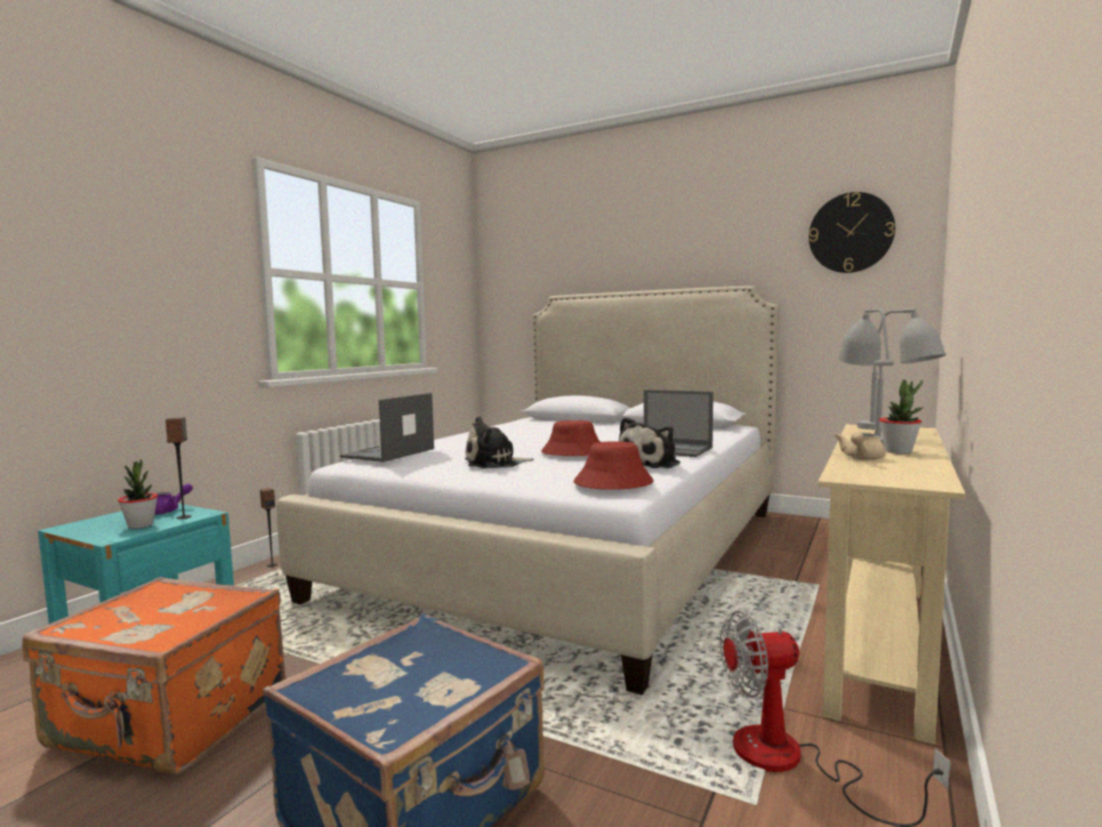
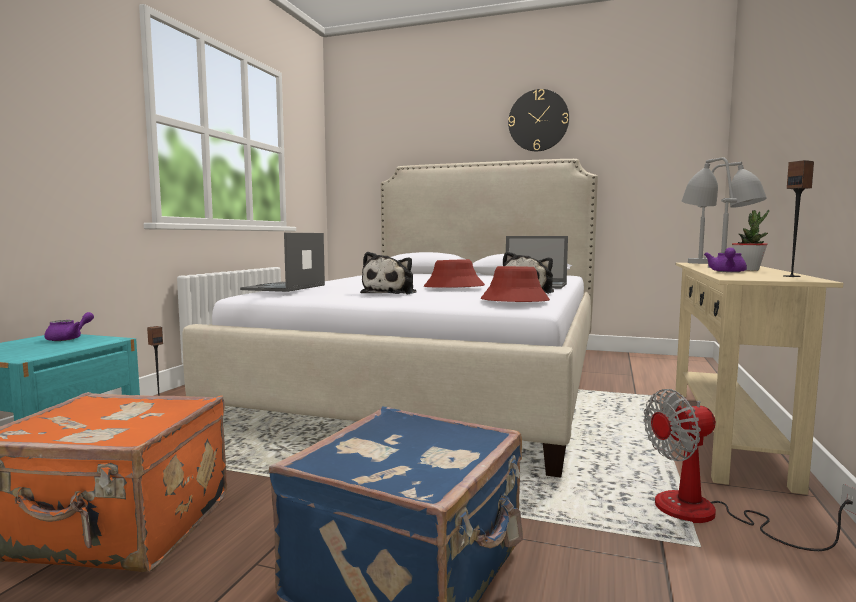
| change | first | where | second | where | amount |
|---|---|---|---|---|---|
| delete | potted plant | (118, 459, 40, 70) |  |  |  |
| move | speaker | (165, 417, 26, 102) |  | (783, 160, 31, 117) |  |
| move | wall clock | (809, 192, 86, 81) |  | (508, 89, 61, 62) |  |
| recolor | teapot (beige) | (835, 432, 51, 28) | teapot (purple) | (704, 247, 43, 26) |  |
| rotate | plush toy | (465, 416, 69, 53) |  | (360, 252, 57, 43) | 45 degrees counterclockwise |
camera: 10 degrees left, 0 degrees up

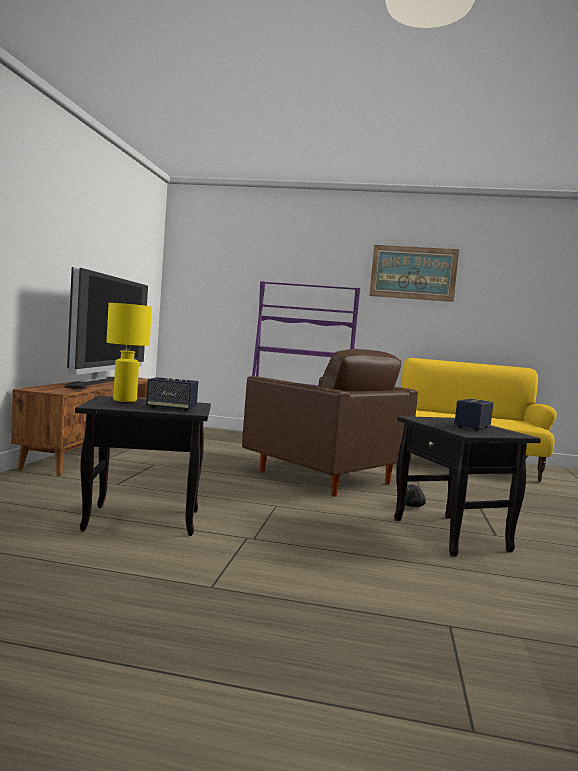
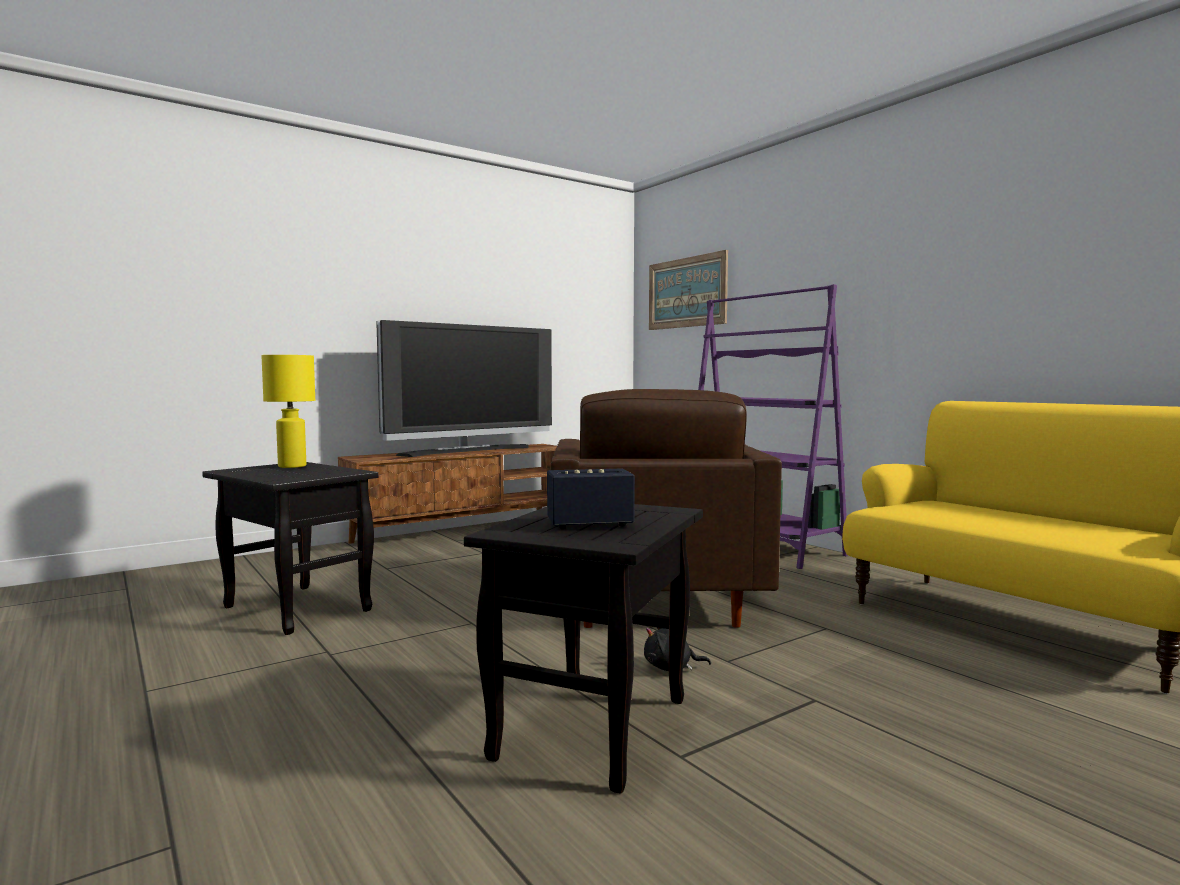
| change | first | where | second | where | amount |
|---|---|---|---|---|---|
| delete | speaker | (146, 377, 52, 35) |  |  |  |
| move | picture | (369, 245, 90, 57) |  | (649, 250, 79, 80) |  |
camera: 45 degrees right, 0 degrees up

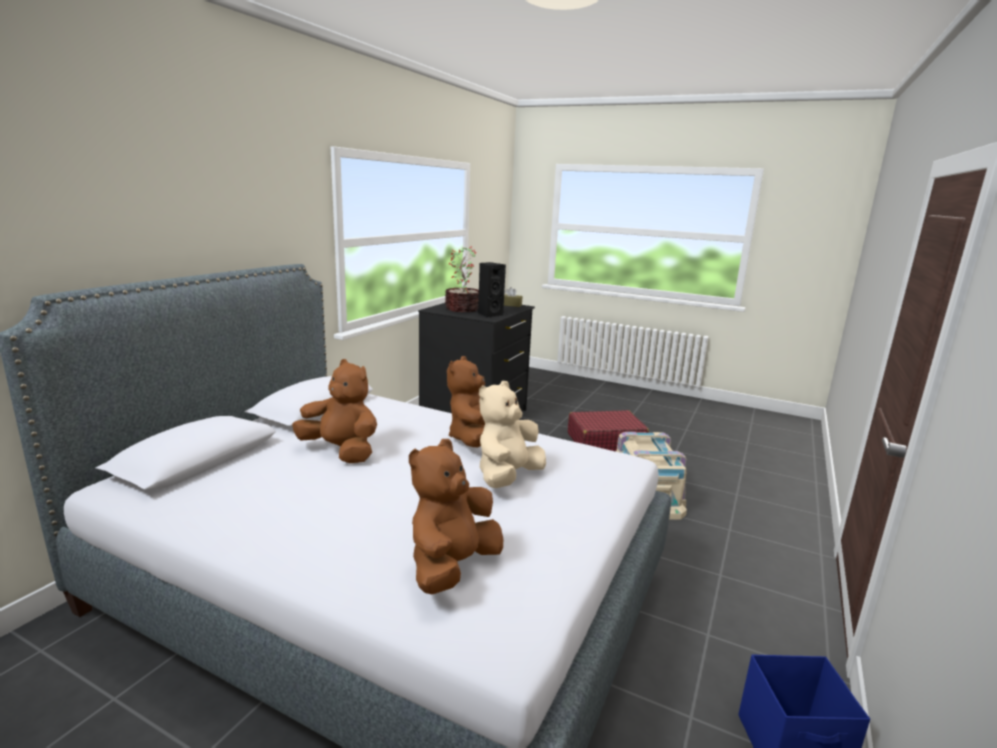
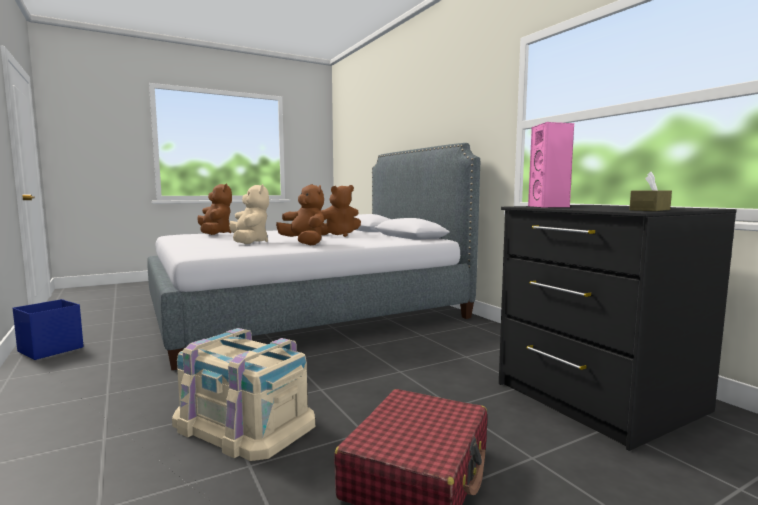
| change | first | where | second | where | amount |
|---|---|---|---|---|---|
| delete | potted plant | (445, 246, 34, 66) |  |  |  |
| recolor | speaker (black) | (478, 262, 28, 56) | speaker (pink) | (528, 122, 46, 85) |  |
camera: 125 degrees right, 10 degrees down

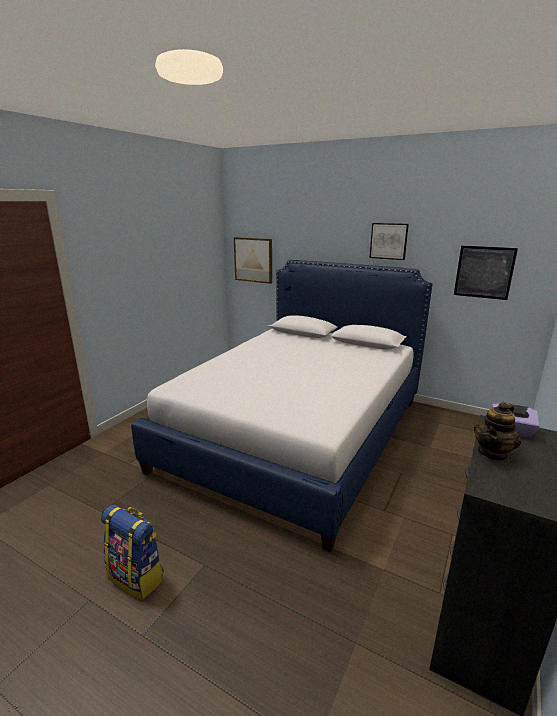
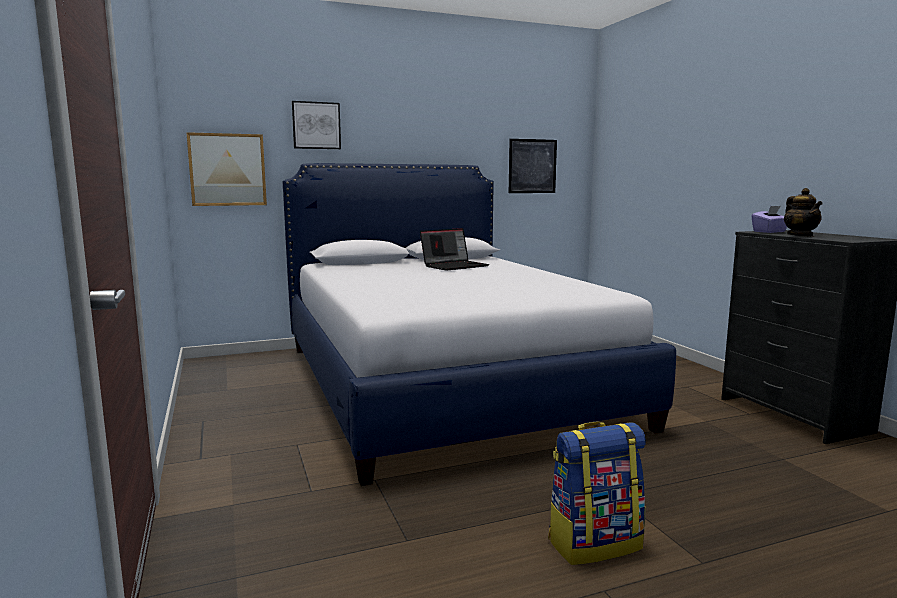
| change | first | where | second | where | amount |
|---|---|---|---|---|---|
| insert |  |  | laptop | (420, 228, 69, 43) |  |
| move | picture | (370, 223, 39, 37) |  | (292, 101, 49, 48) |  |
camera: 50 degrees left, 10 degrees down

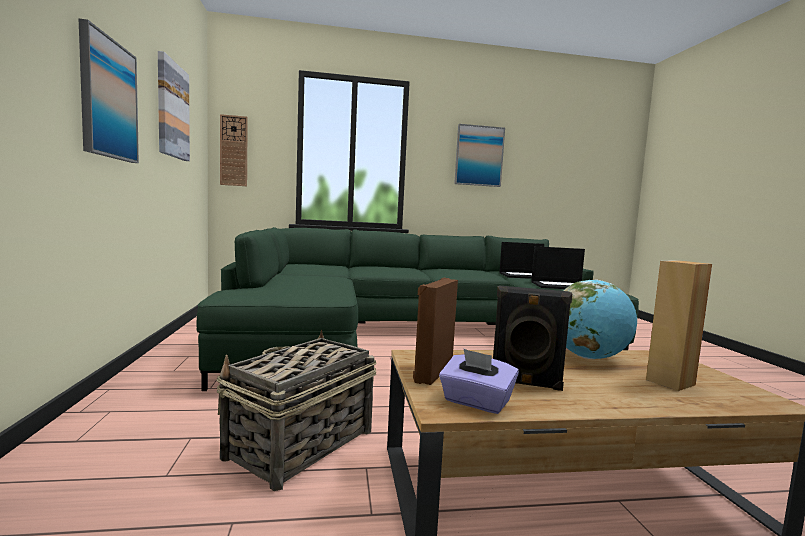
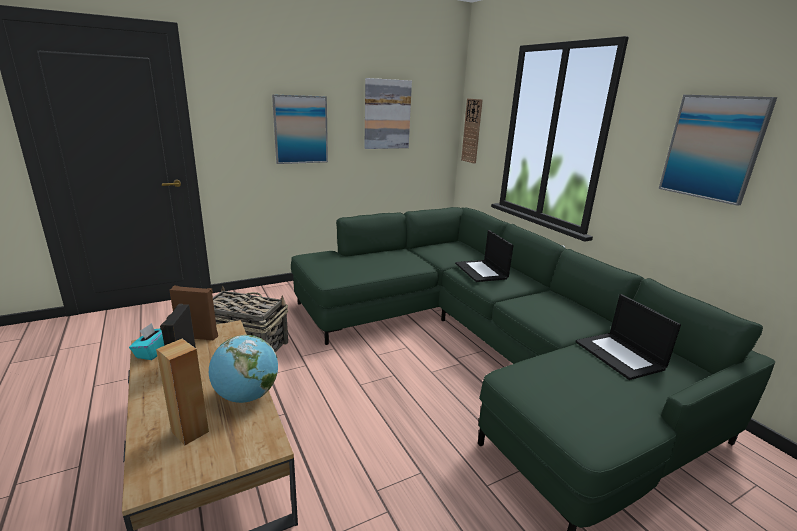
| change | first | where | second | where | amount |
|---|---|---|---|---|---|
| move | laptop | (531, 246, 54, 43) |  | (455, 230, 59, 52) |  |
| recolor | tissue box (purple) | (439, 348, 80, 66) | tissue box (turquoise) | (129, 323, 35, 37) |  |
camera: 70 degrees right, 15 degrees up

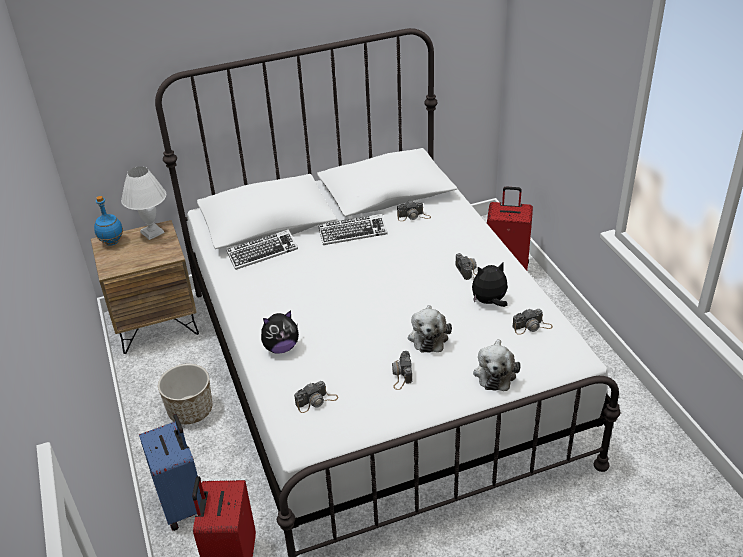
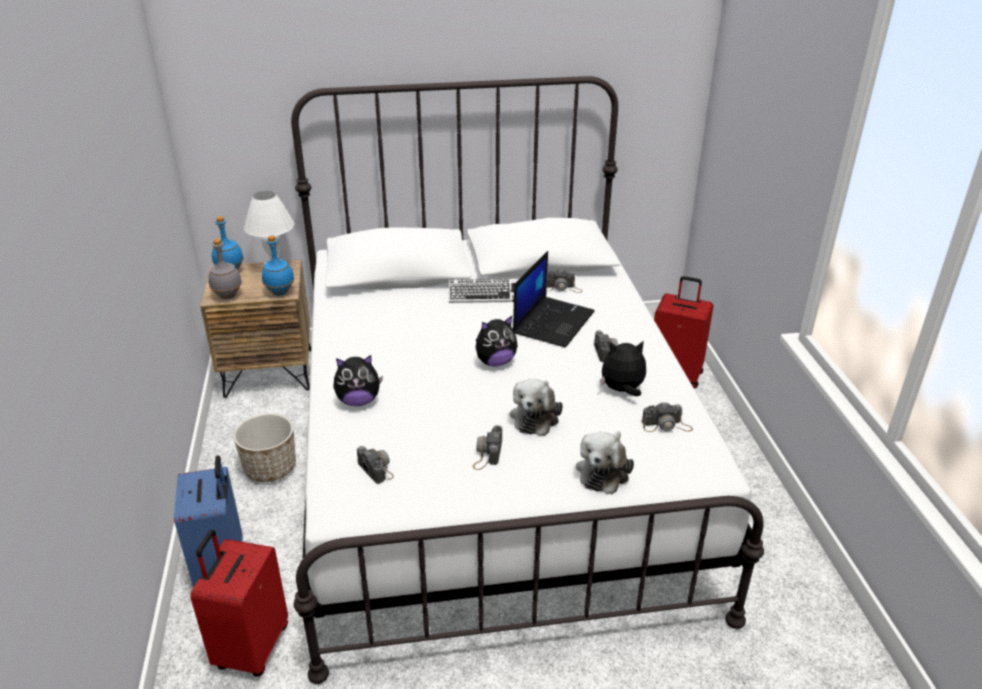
| change | first | where | second | where | amount |
|---|---|---|---|---|---|
| delete | keyboard | (226, 229, 72, 41) |  |  |  |
| insert |  |  | bottle (grey) | (208, 239, 34, 60) |  |
| insert |  |  | bottle (blue) | (262, 236, 32, 60) |  |
| insert |  |  | plush toy | (476, 316, 42, 51) |  |
| insert |  |  | laptop | (513, 251, 82, 97) |  |
| rotate | photo camera | (294, 381, 44, 32) |  | (357, 446, 37, 38) | 105 degrees counterclockwise |
camera: 10 degrees right, 5 degrees down

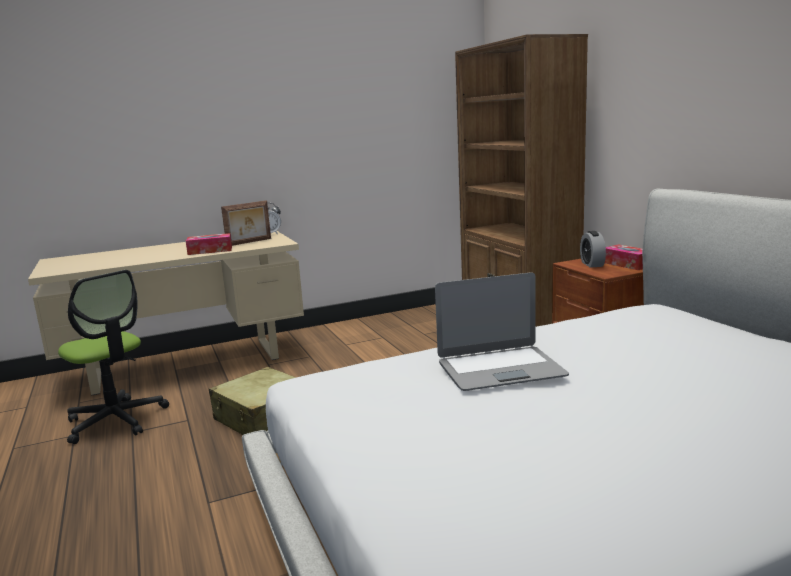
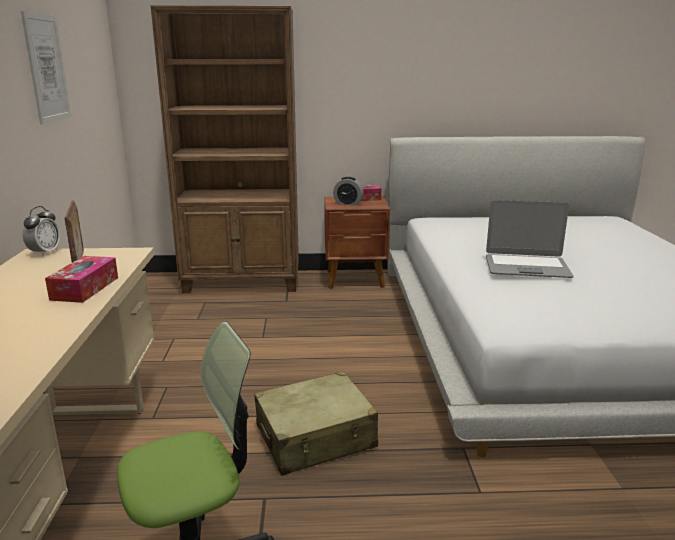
| change | first | where | second | where | amount |
|---|---|---|---|---|---|
| insert |  |  | picture | (21, 11, 50, 113) |  |
| rotate | laptop | (435, 272, 134, 119) |  | (486, 200, 88, 78) | 90 degrees clockwise |
camera: 70 degrees left, 5 degrees up

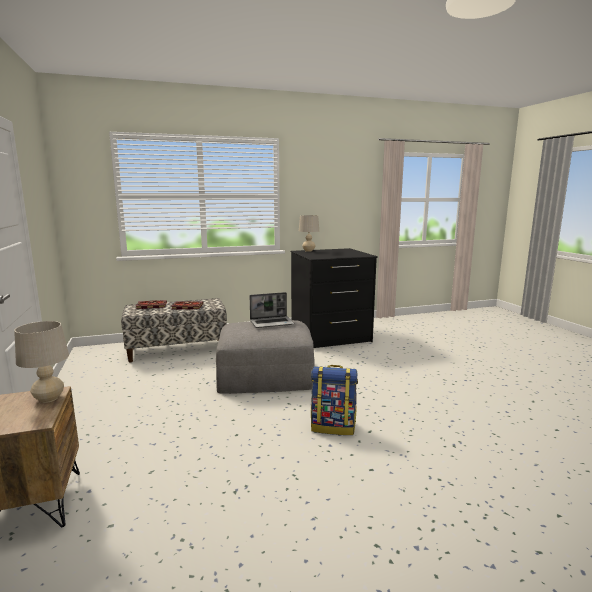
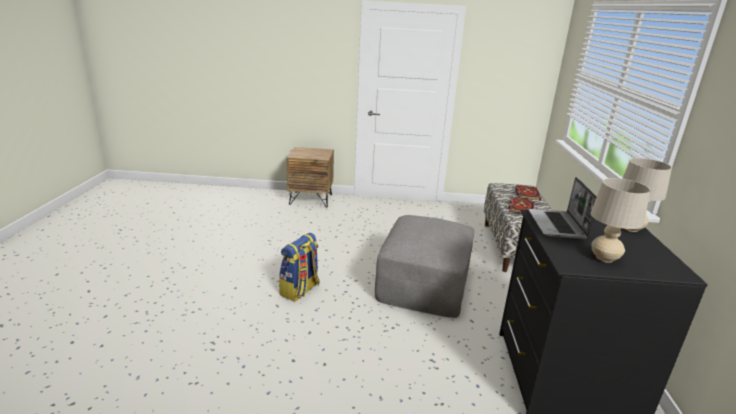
| change | first | where | second | where | amount |
|---|---|---|---|---|---|
| move | table lamp (beige) | (14, 321, 55, 82) |  | (591, 178, 60, 85) |  |
| move | laptop | (250, 292, 44, 36) |  | (528, 177, 69, 62) |  |
camera: 110 degrees right, 10 degrees up

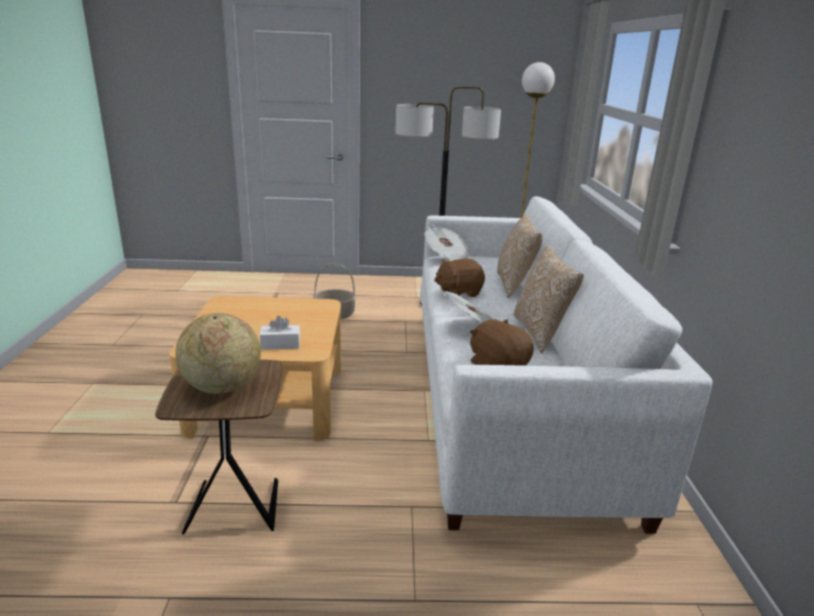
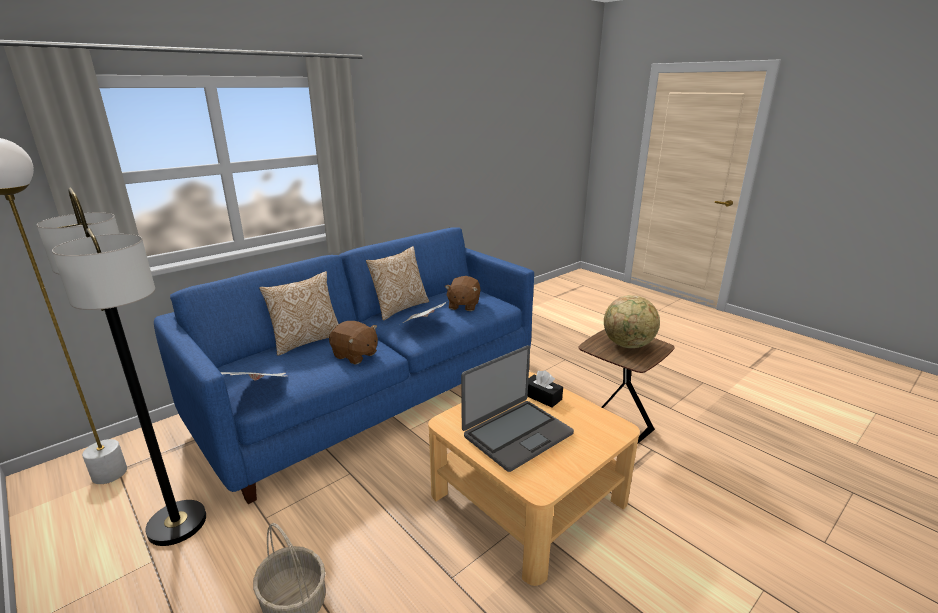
| change | first | where | second | where | amount |
|---|---|---|---|---|---|
| insert |  |  | laptop | (461, 345, 113, 127) |  |
| recolor | tissue box (white) | (260, 316, 40, 34) | tissue box (black) | (528, 370, 35, 37) |  |
| recolor | sofa (white) | (420, 196, 292, 338) | sofa (blue) | (154, 227, 380, 277) |  |
camera: 130 degrees left, 0 degrees up

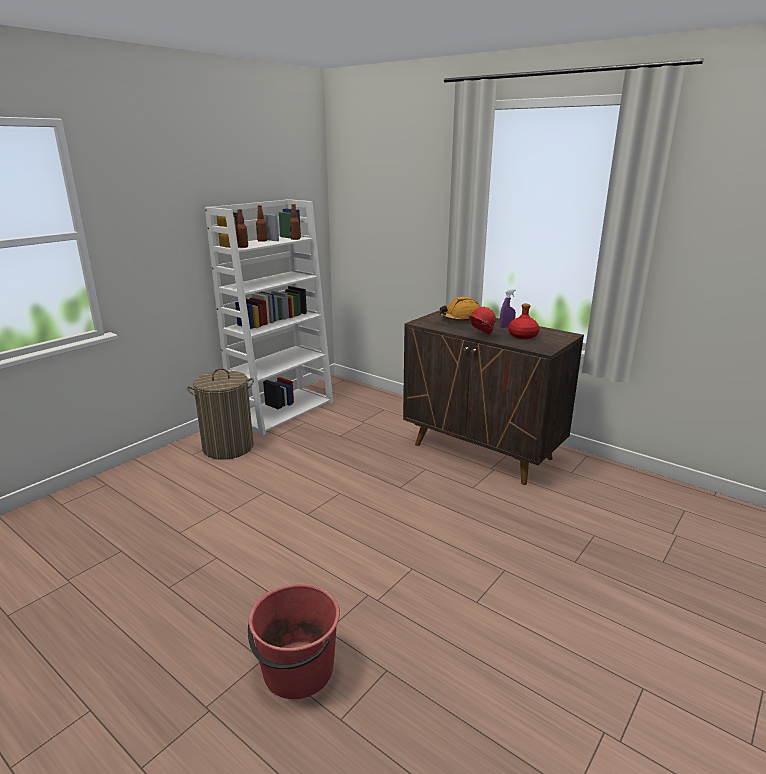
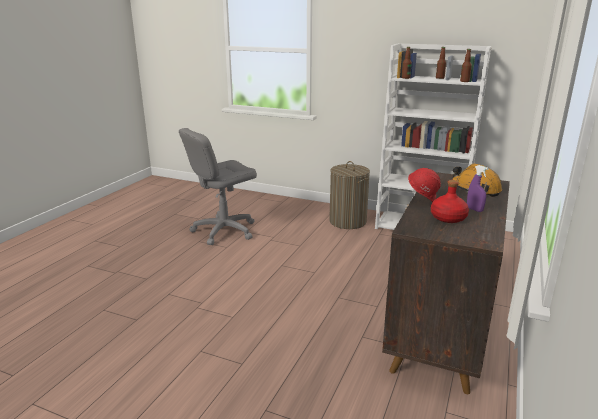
| change | first | where | second | where | amount |
|---|---|---|---|---|---|
| delete | bucket (red) | (248, 583, 92, 116) |  |  |  |
| insert |  |  | office chair (grey) | (179, 128, 78, 117) |  |
camera: 75 degrees right, 0 degrees up

